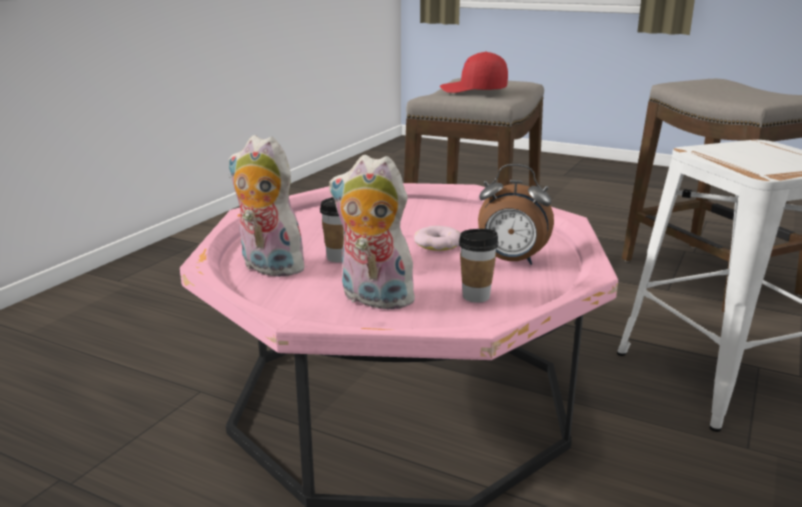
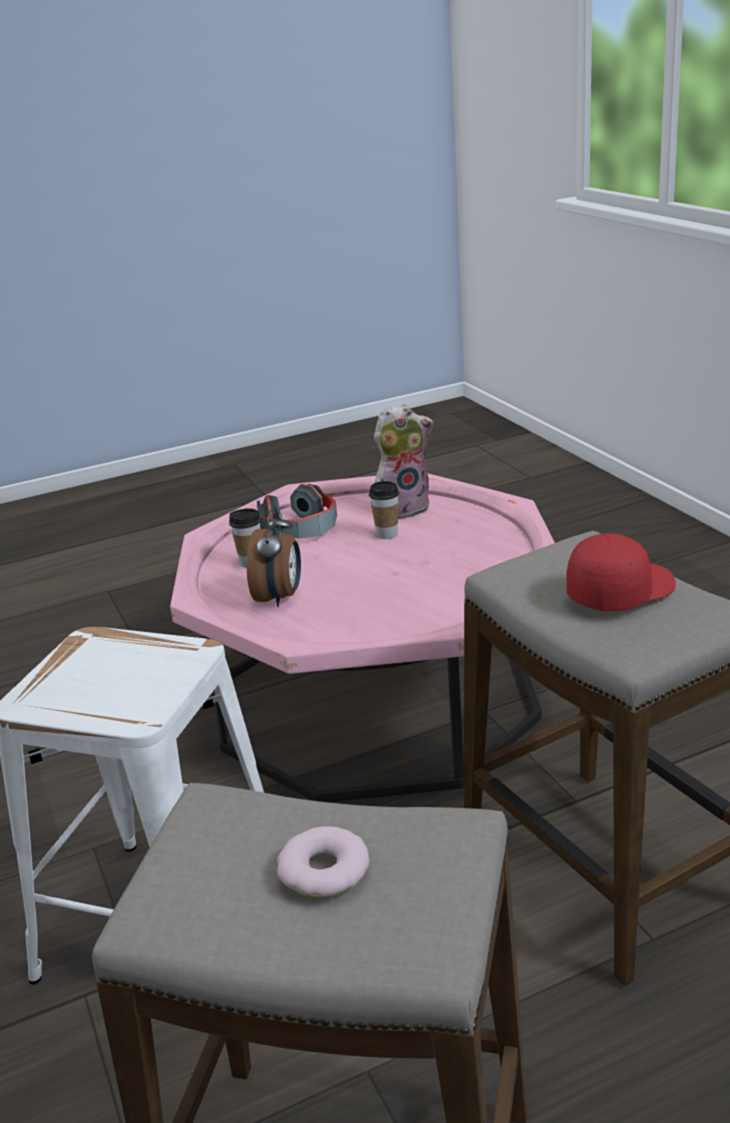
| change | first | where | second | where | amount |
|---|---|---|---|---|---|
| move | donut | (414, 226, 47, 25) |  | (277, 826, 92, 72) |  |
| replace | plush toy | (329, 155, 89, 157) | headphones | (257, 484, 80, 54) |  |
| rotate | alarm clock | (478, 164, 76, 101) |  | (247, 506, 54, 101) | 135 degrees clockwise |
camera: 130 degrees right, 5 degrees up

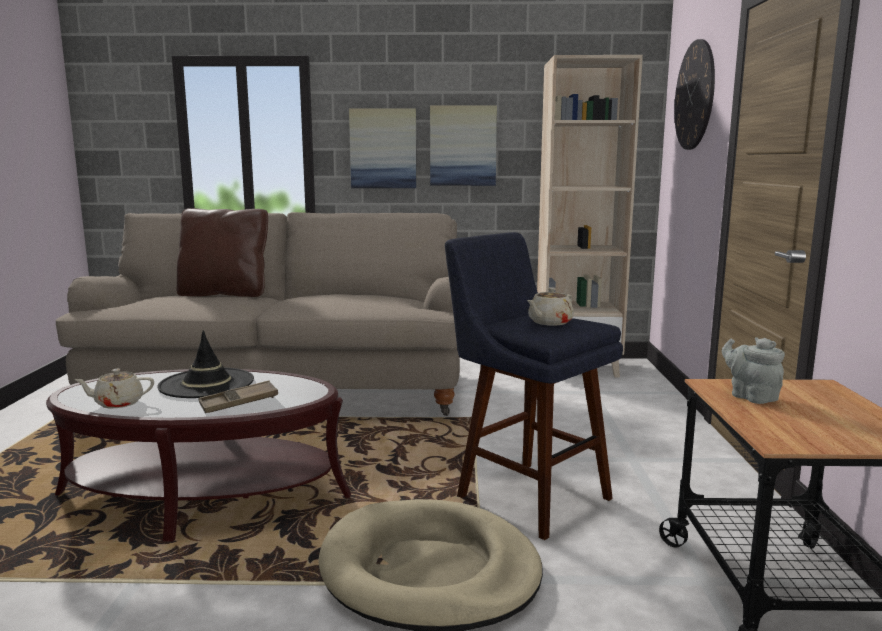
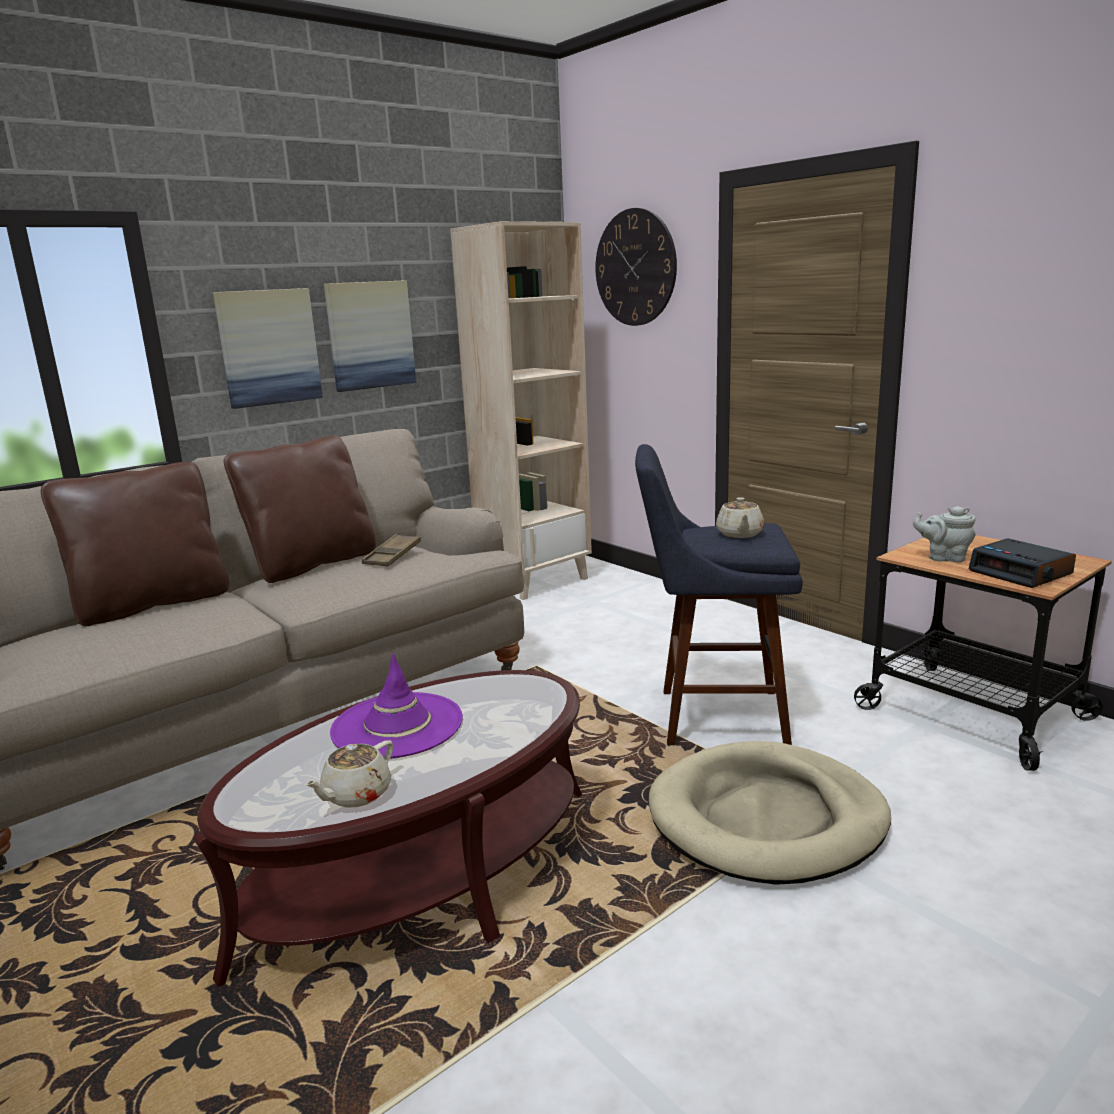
| change | first | where | second | where | amount |
|---|---|---|---|---|---|
| insert |  |  | pillow (brown) | (224, 436, 152, 147) |  |
| insert |  |  | alarm clock | (968, 538, 108, 50) |  |
| move | tray (brown) | (199, 380, 79, 33) |  | (362, 534, 59, 32) |  |
| recolor | hat (black) | (157, 330, 97, 68) | hat (purple) | (330, 653, 133, 106) |  |
camera: 40 degrees left, 5 degrees up

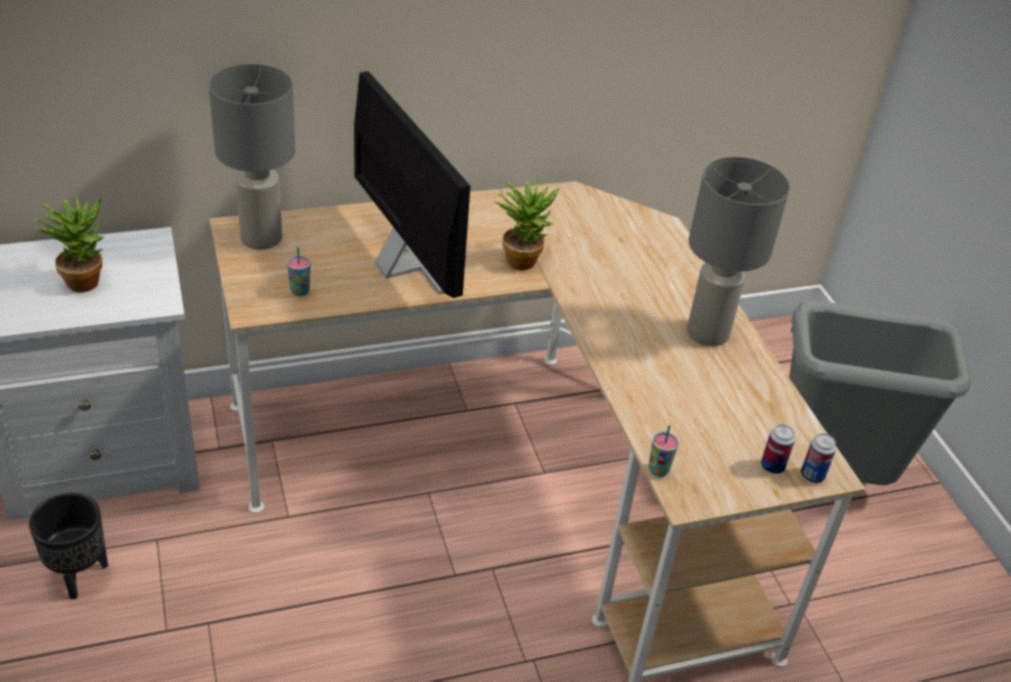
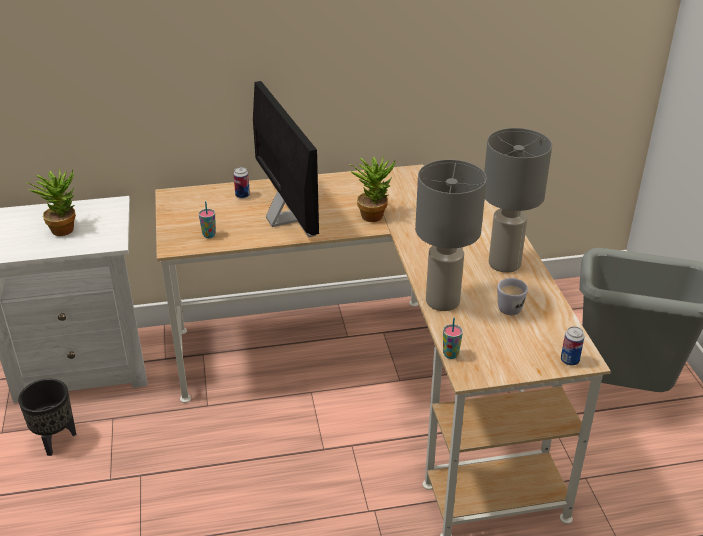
| change | first | where | second | where | amount |
|---|---|---|---|---|---|
| insert |  |  | mug (white) | (497, 278, 31, 37) |  |
| move | table lamp (grey) | (209, 64, 86, 186) |  | (415, 160, 72, 151) |  |
| move | can | (761, 424, 34, 50) |  | (234, 167, 16, 32) |  |
camera: 10 degrees right, 5 degrees down

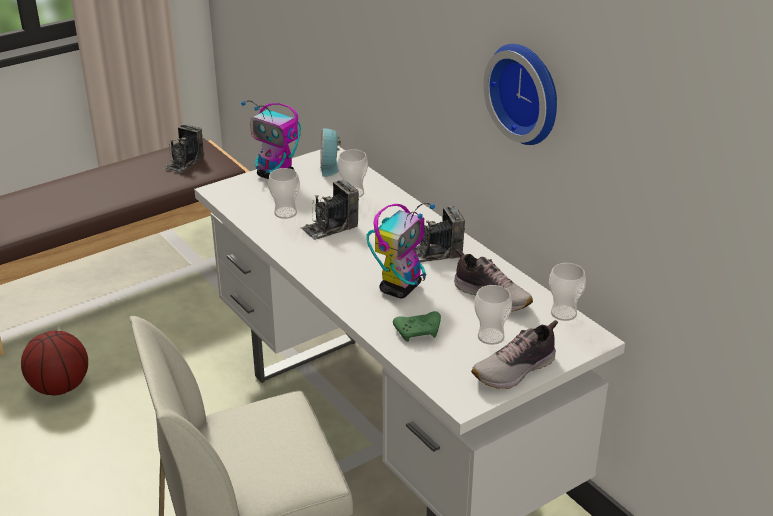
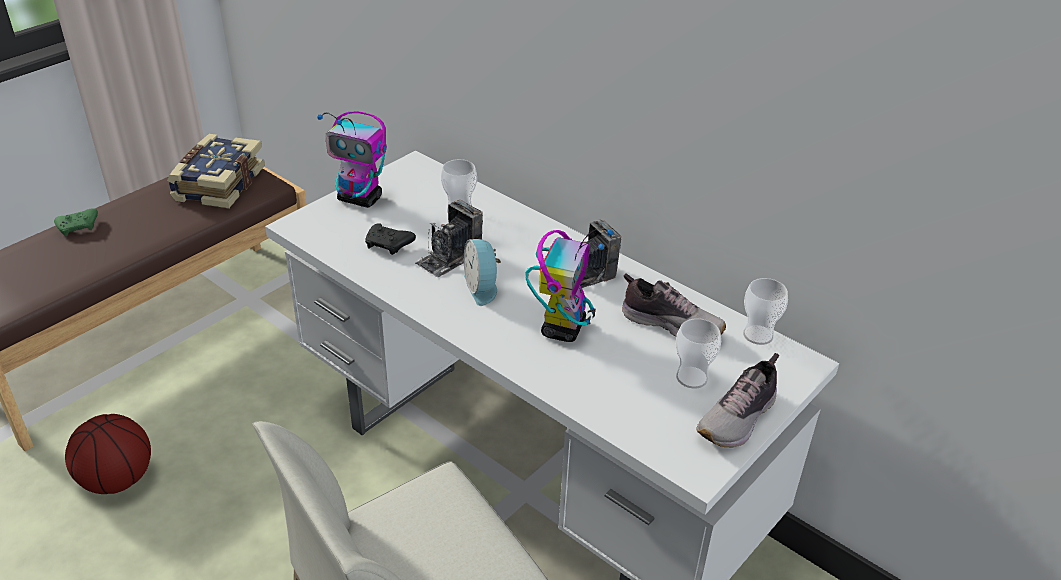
| change | first | where | second | where | amount |
|---|---|---|---|---|---|
| delete | wall clock | (483, 44, 74, 101) |  |  |  |
| move | alarm clock | (320, 128, 21, 49) |  | (464, 239, 37, 67) |  |
| move | game controller (green) | (393, 311, 48, 31) |  | (54, 208, 44, 28) |  |
| replace | photo camera | (163, 124, 41, 49) | book | (167, 134, 98, 75) |  |
| replace | cup | (268, 168, 32, 51) | game controller (black) | (365, 223, 51, 32) |  |
camera: 15 degrees left, 5 degrees up

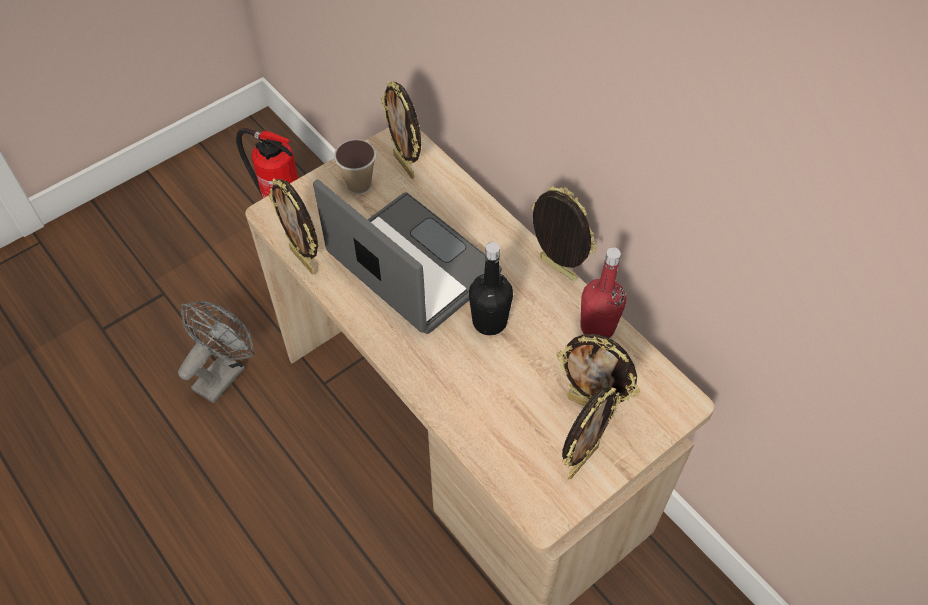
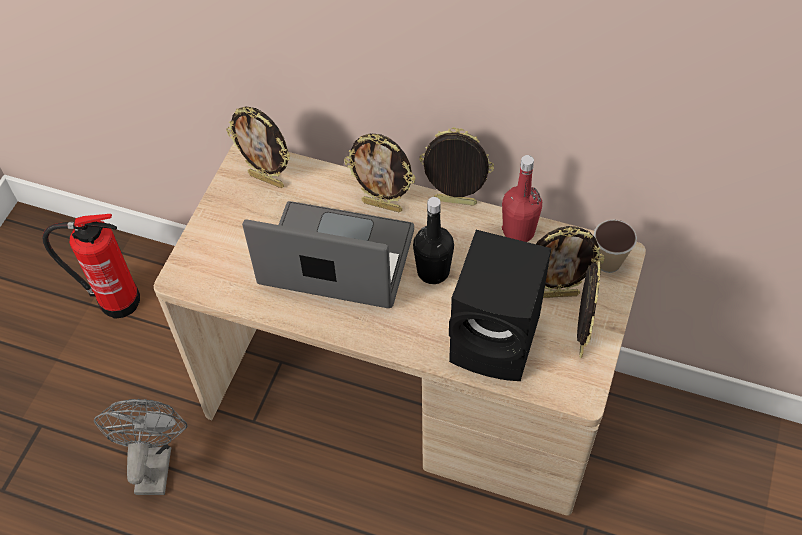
| change | first | where | second | where | amount |
|---|---|---|---|---|---|
| insert |  |  | speaker (black) | (449, 230, 102, 151) |  |
| move | picture frame | (269, 178, 49, 96) |  | (344, 134, 72, 78) |  |
| move | cup | (334, 140, 42, 53) |  | (593, 219, 44, 54) |  |
camera: 30 degrees left, 0 degrees up

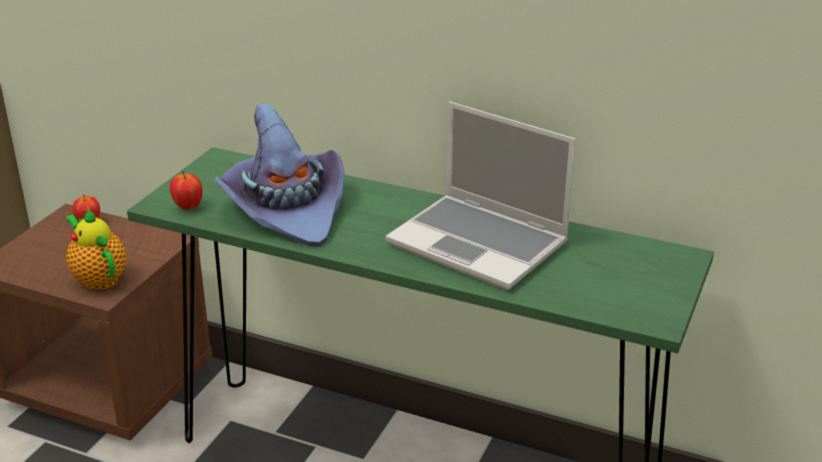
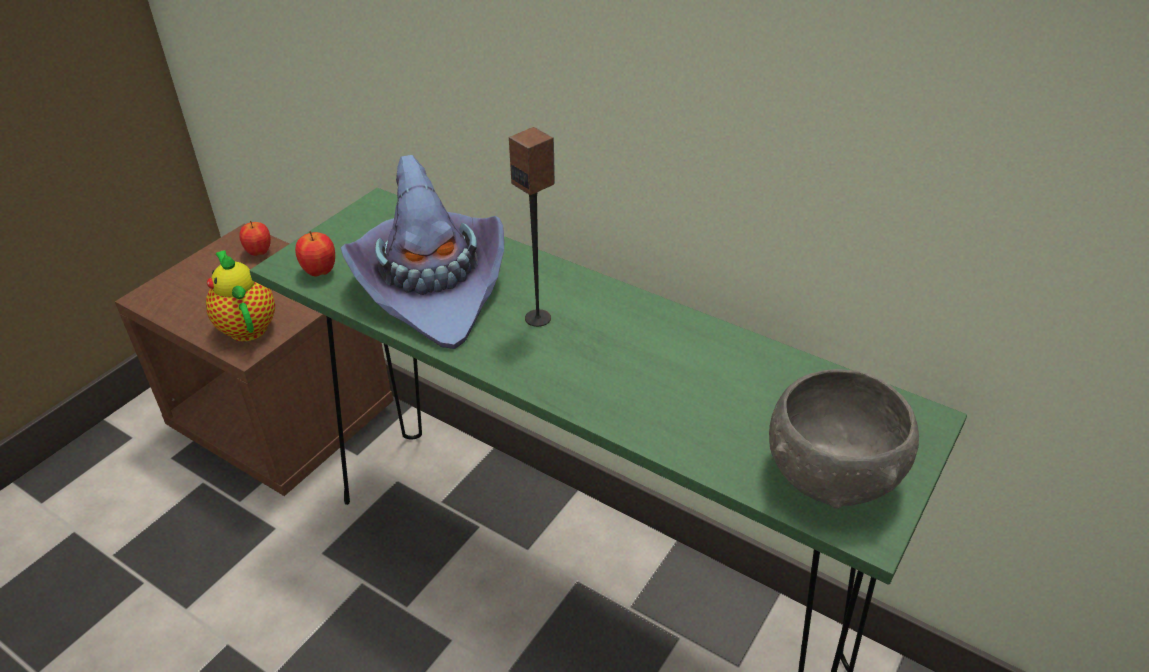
| change | first | where | second | where | amount |
|---|---|---|---|---|---|
| delete | laptop | (385, 101, 191, 189) |  |  |  |
| insert |  |  | speaker | (509, 127, 46, 200) |  |
| insert |  |  | bowl (grey) | (769, 369, 150, 140) |  |
camera: 10 degrees right, 10 degrees up

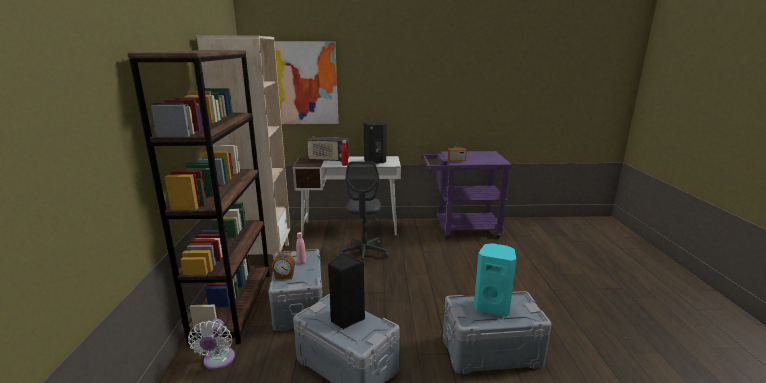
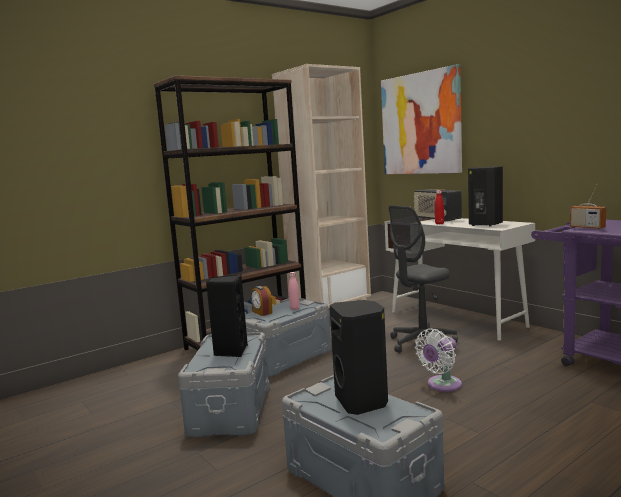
| change | first | where | second | where | amount |
|---|---|---|---|---|---|
| move | fan (white) | (188, 319, 47, 51) |  | (415, 329, 47, 63) |  |
| recolor | speaker (turquoise) | (474, 243, 42, 74) | speaker (black) | (330, 300, 58, 115) |  |
camera: 55 degrees right, 10 degrees down

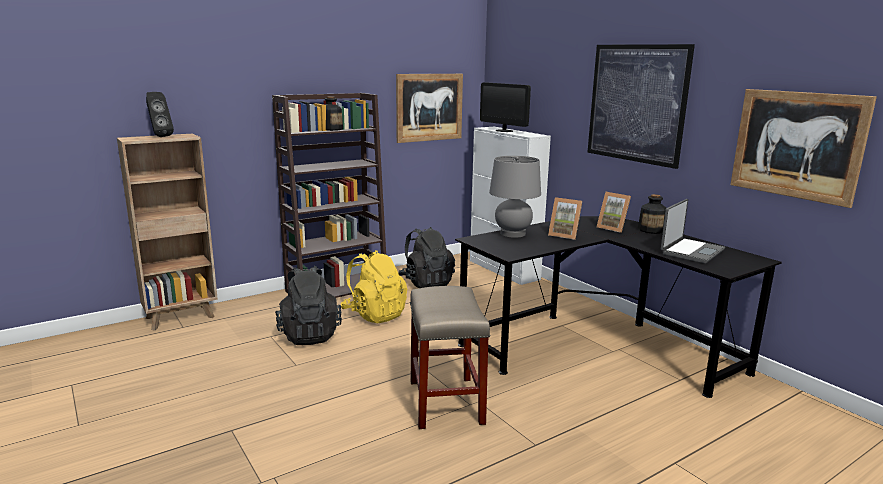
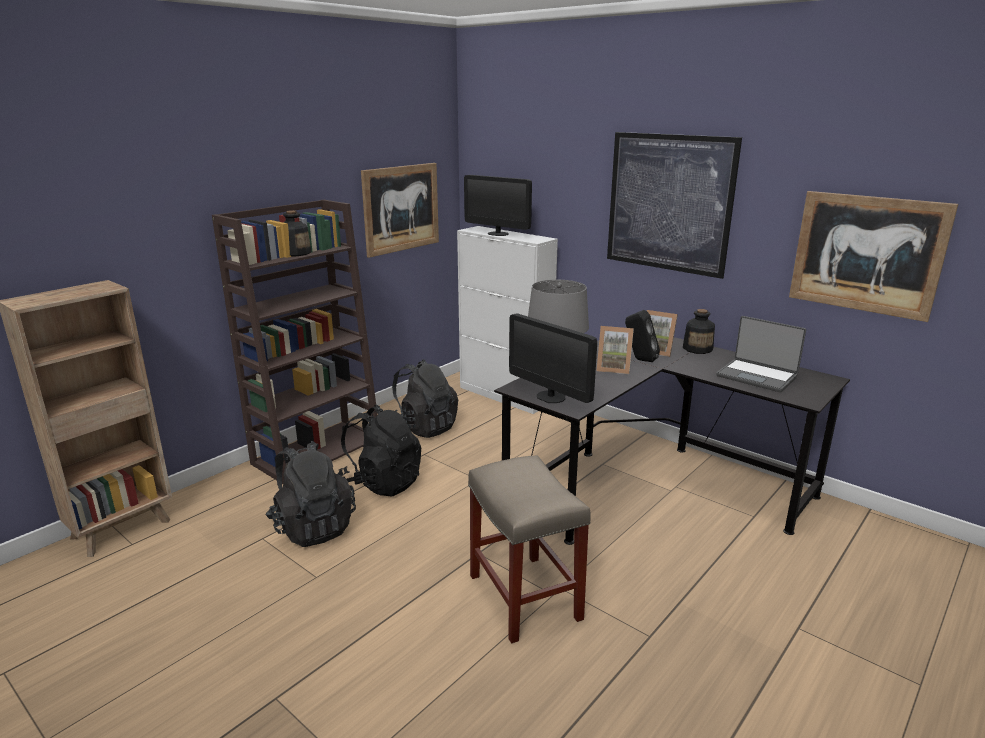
| change | first | where | second | where | amount |
|---|---|---|---|---|---|
| insert |  |  | monitor | (509, 313, 88, 90) |  |
| move | speaker (black) | (146, 92, 28, 45) |  | (625, 310, 35, 52) |  |
| recolor | backpack (yellow) | (341, 250, 66, 73) | backpack (black) | (338, 405, 83, 91) |  |
| rotate | laptop | (661, 199, 64, 65) |  | (716, 316, 90, 76) | 105 degrees clockwise |
camera: 15 degrees left, 5 degrees up

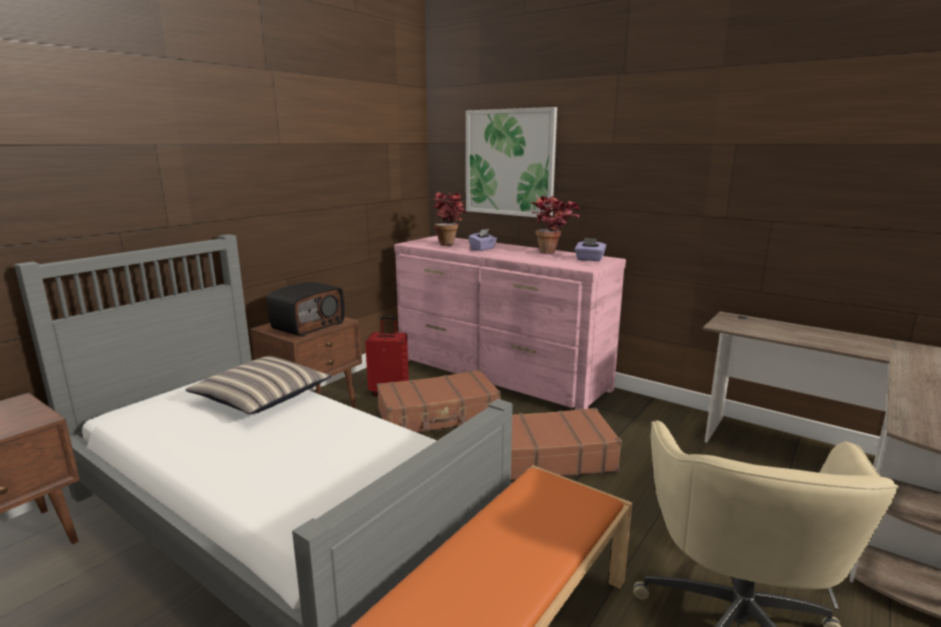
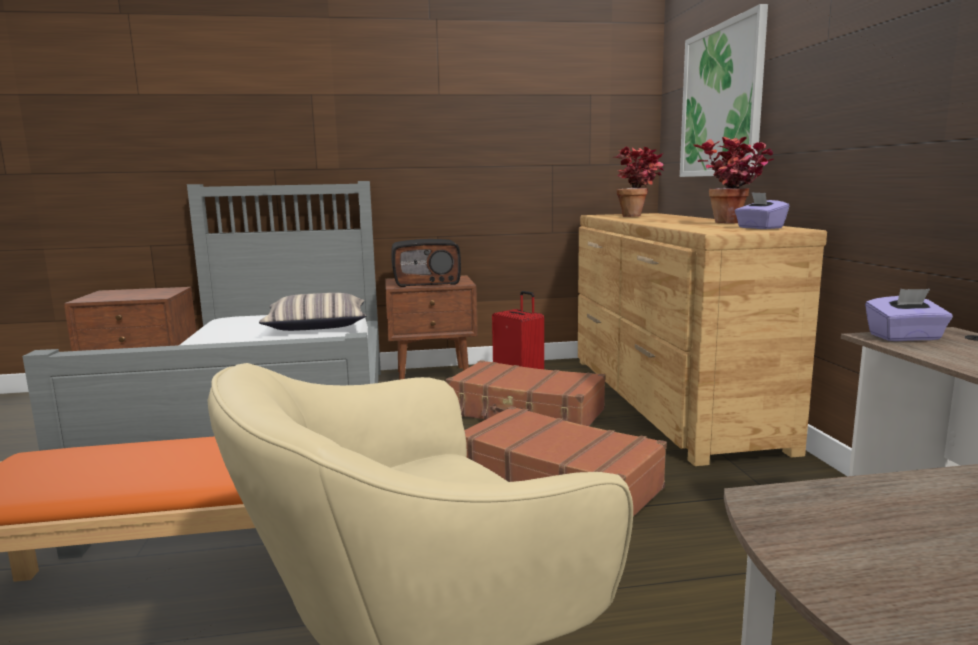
| change | first | where | second | where | amount |
|---|---|---|---|---|---|
| move | tissue box (purple) | (468, 229, 29, 22) |  | (865, 289, 88, 52) |  |
| recolor | dresser (pink) | (394, 236, 232, 174) | dresser (brown) | (578, 213, 249, 253) |  |
camera: 45 degrees right, 5 degrees down

